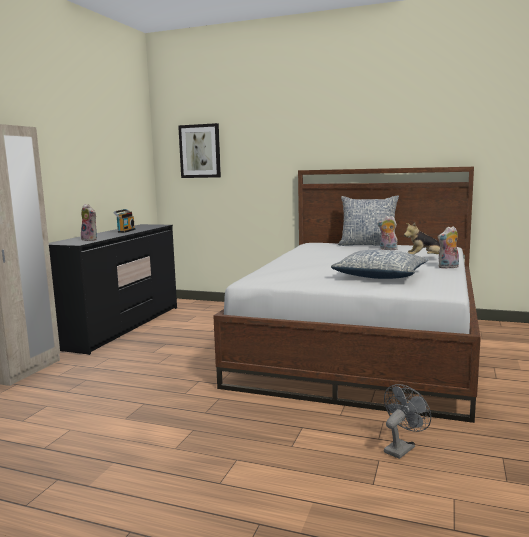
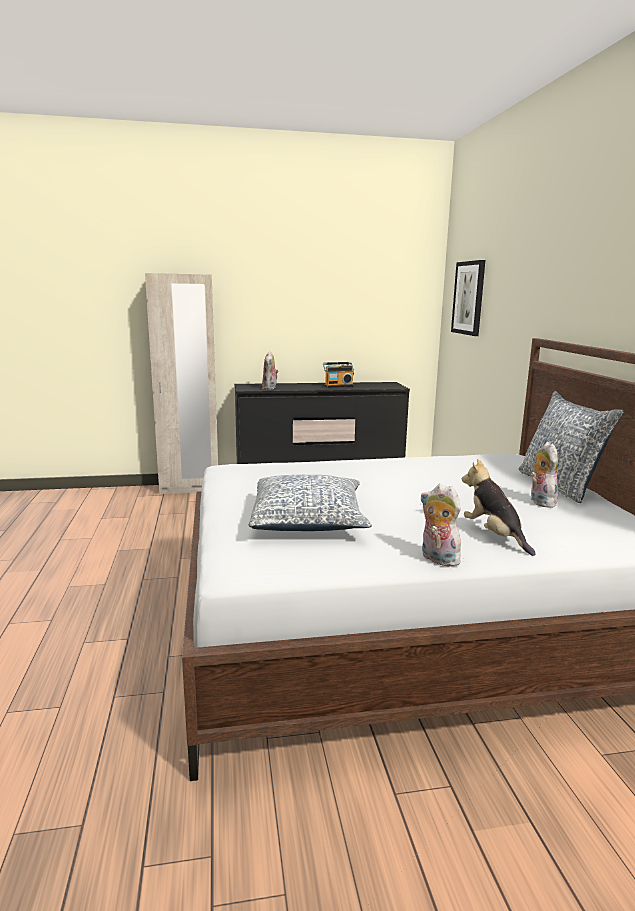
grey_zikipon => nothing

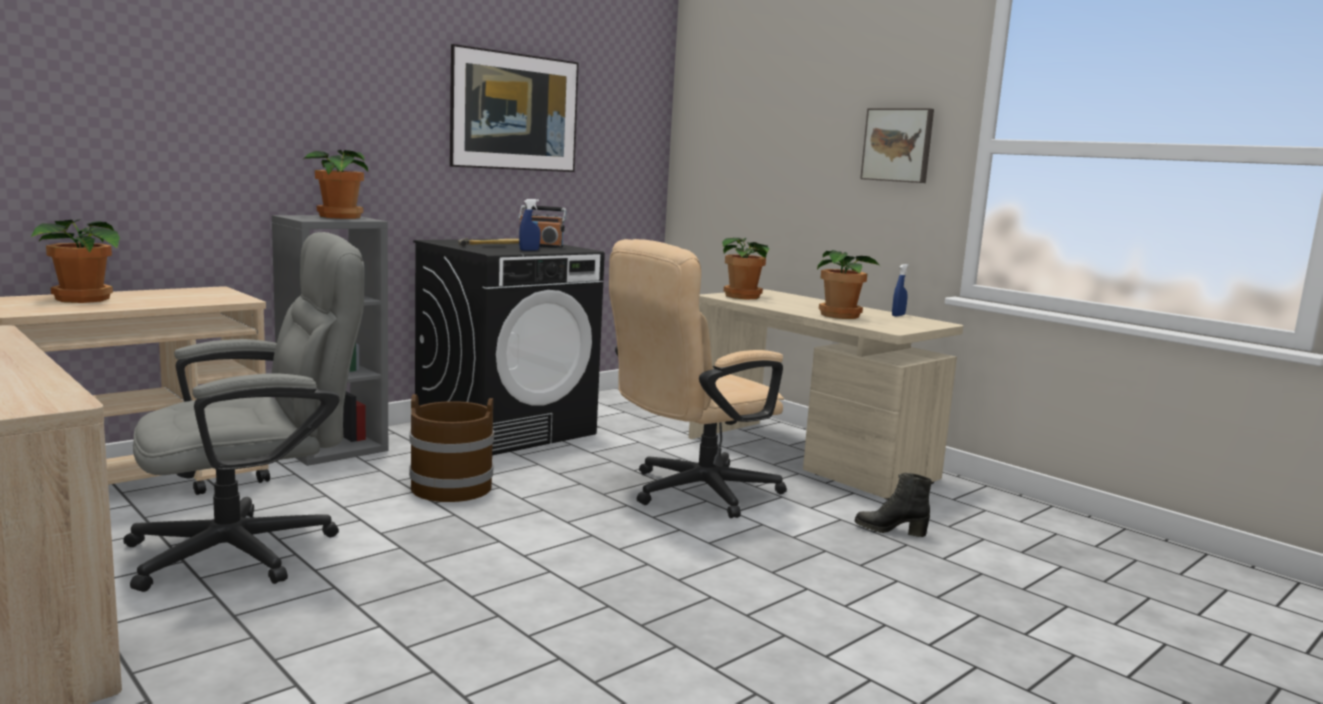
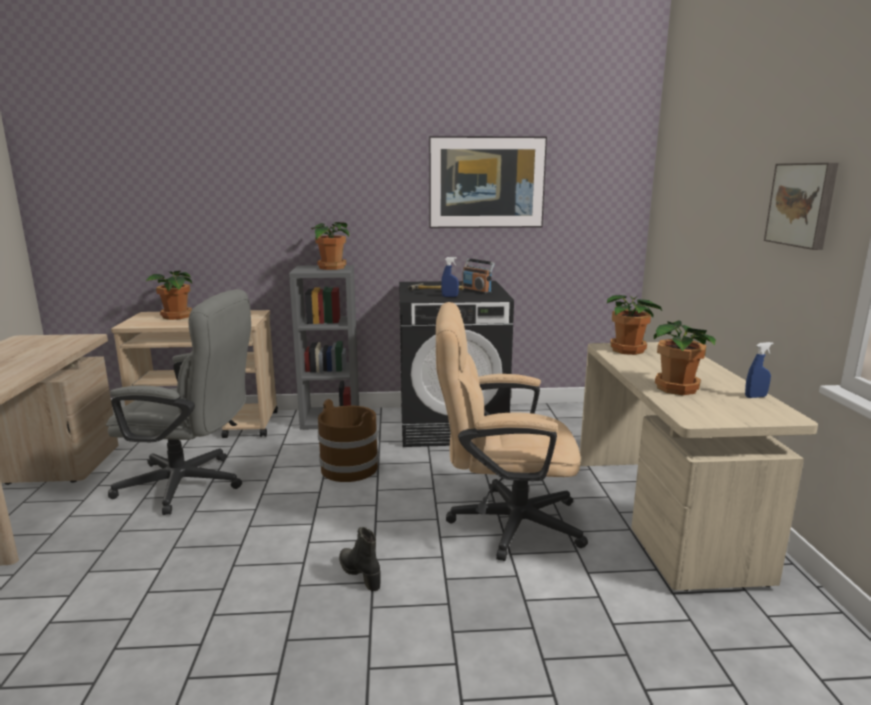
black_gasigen, relocated

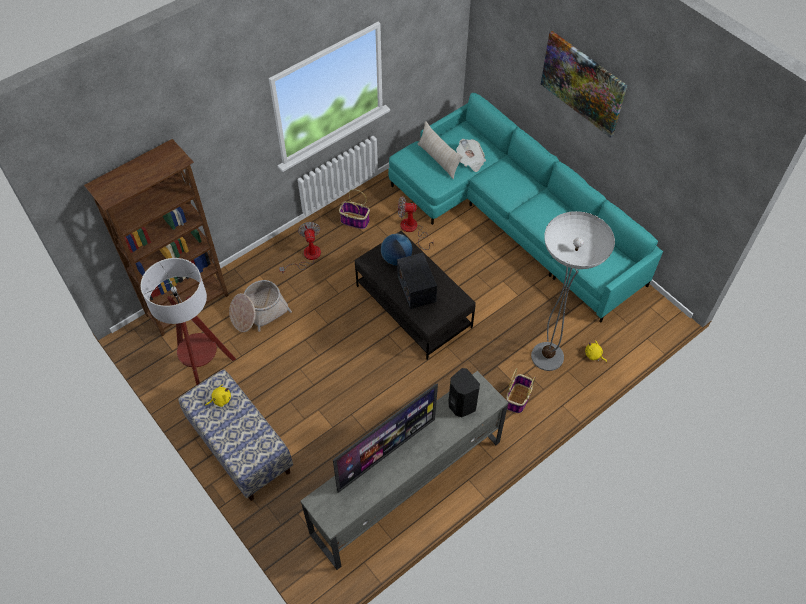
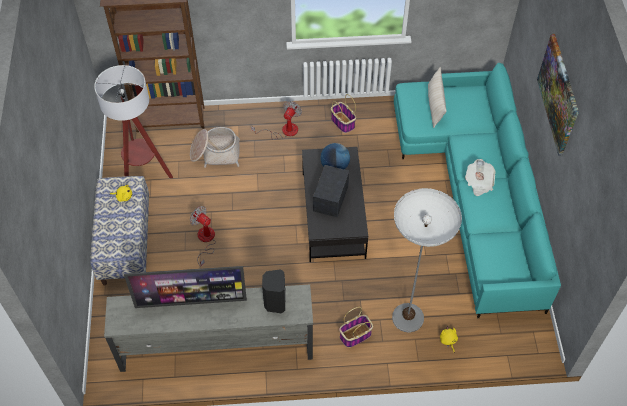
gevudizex, relocated
zikipon (no. 2 from left in the first image) => zikipon (no. 1 from left), relocated

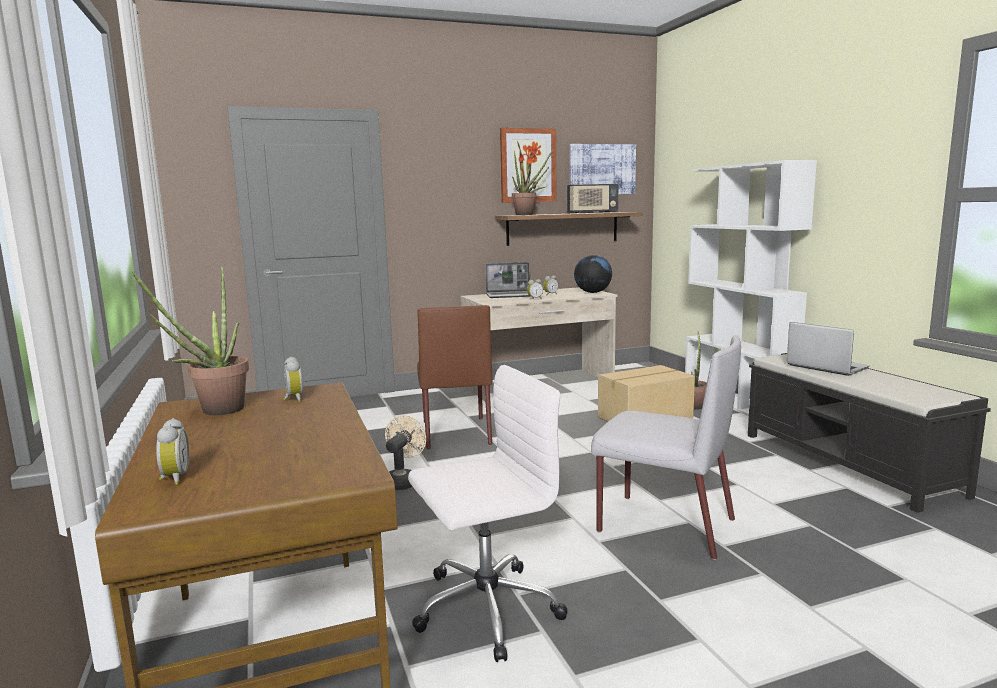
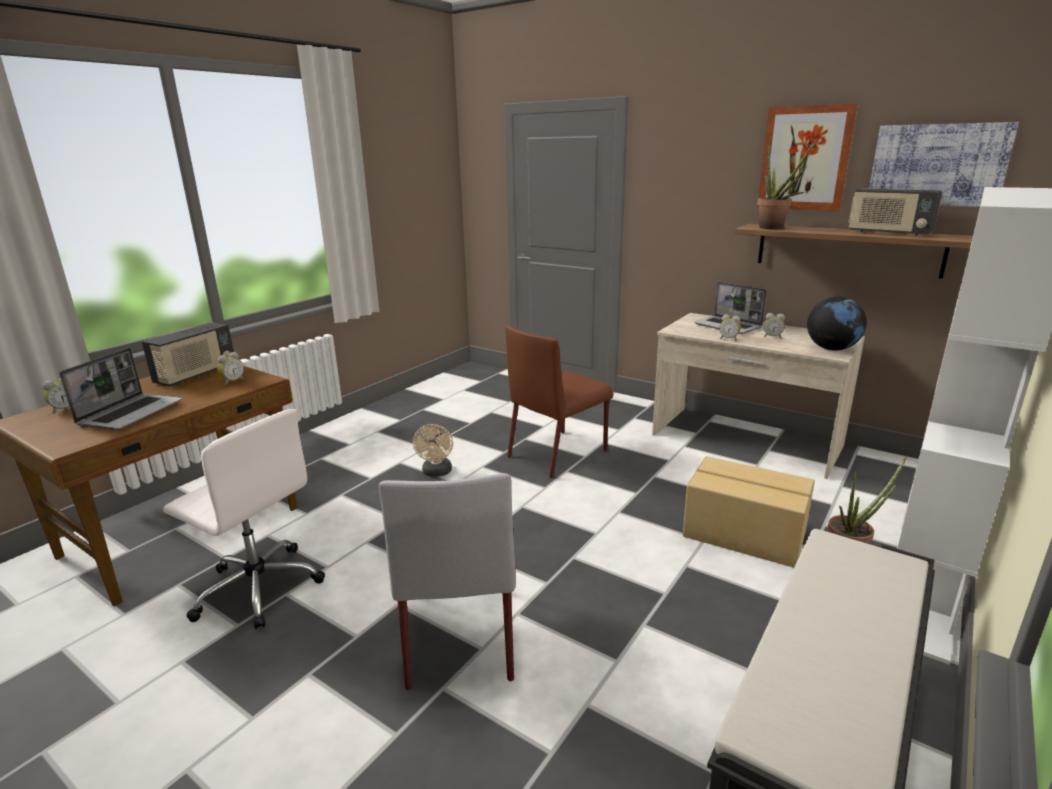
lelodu (no. 1 from left) => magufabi (no. 1 from left)
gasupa (no. 2 from left in the first image) => gasupa (no. 1 from left), relocated
beige_zikipon, 105 degrees clockwise

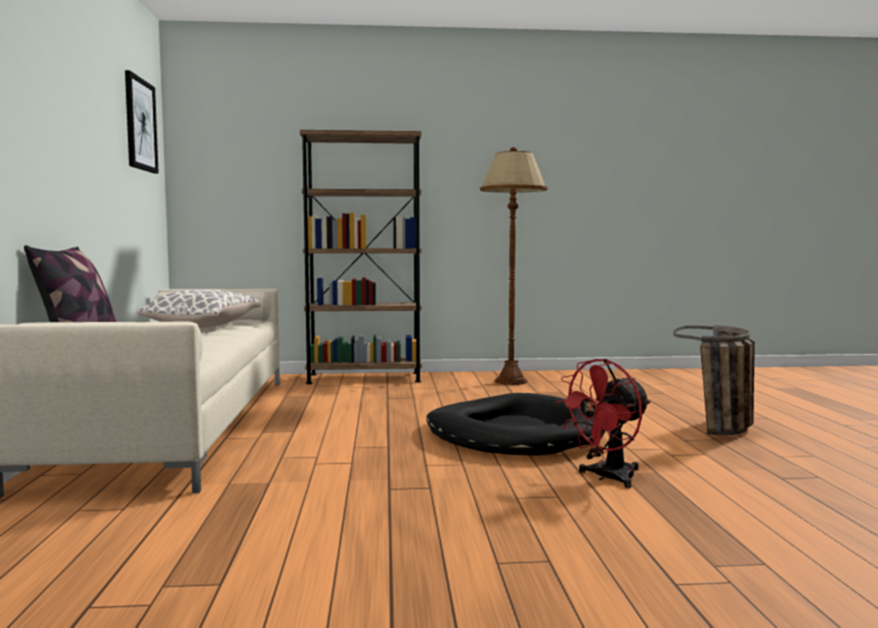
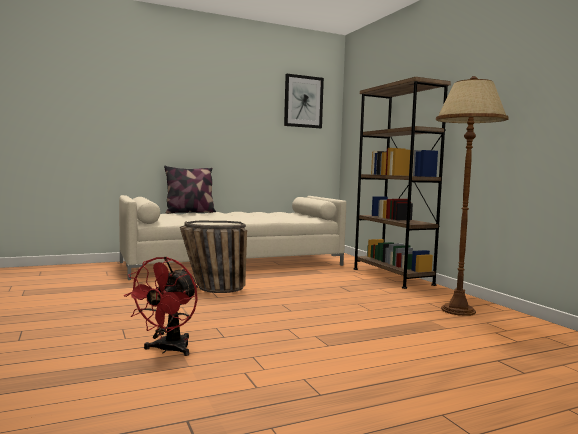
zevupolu (no. 2 from left) => nothing
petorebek, relocated
red_zikipon, 105 degrees counterclockwise
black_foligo => nothing

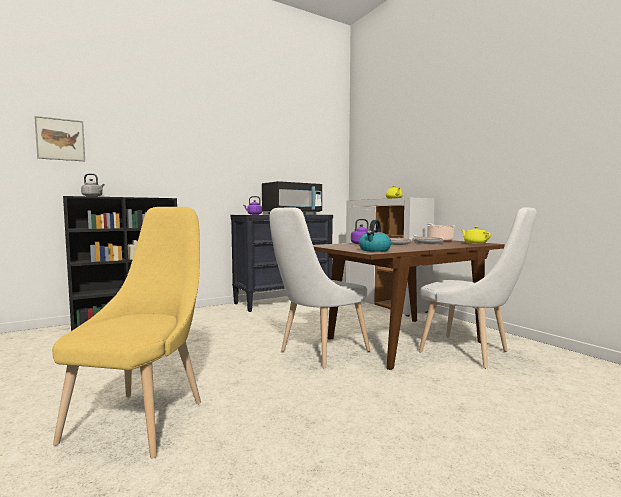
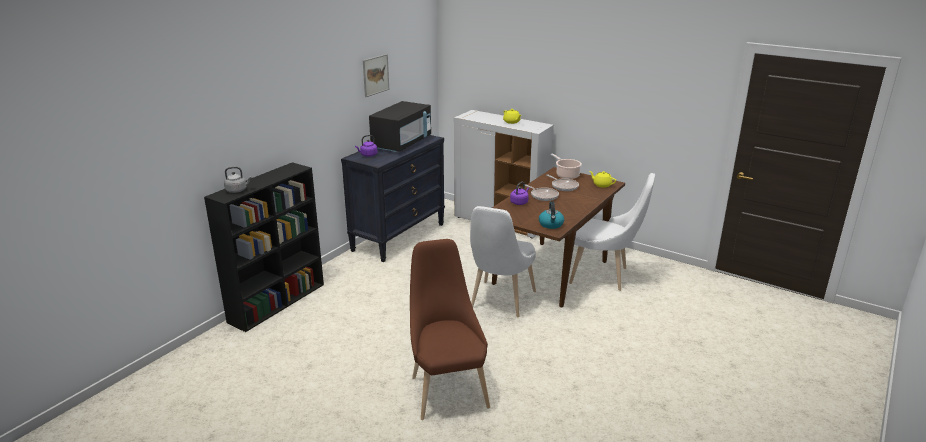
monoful, relocated
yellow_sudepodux => brown_sudepodux

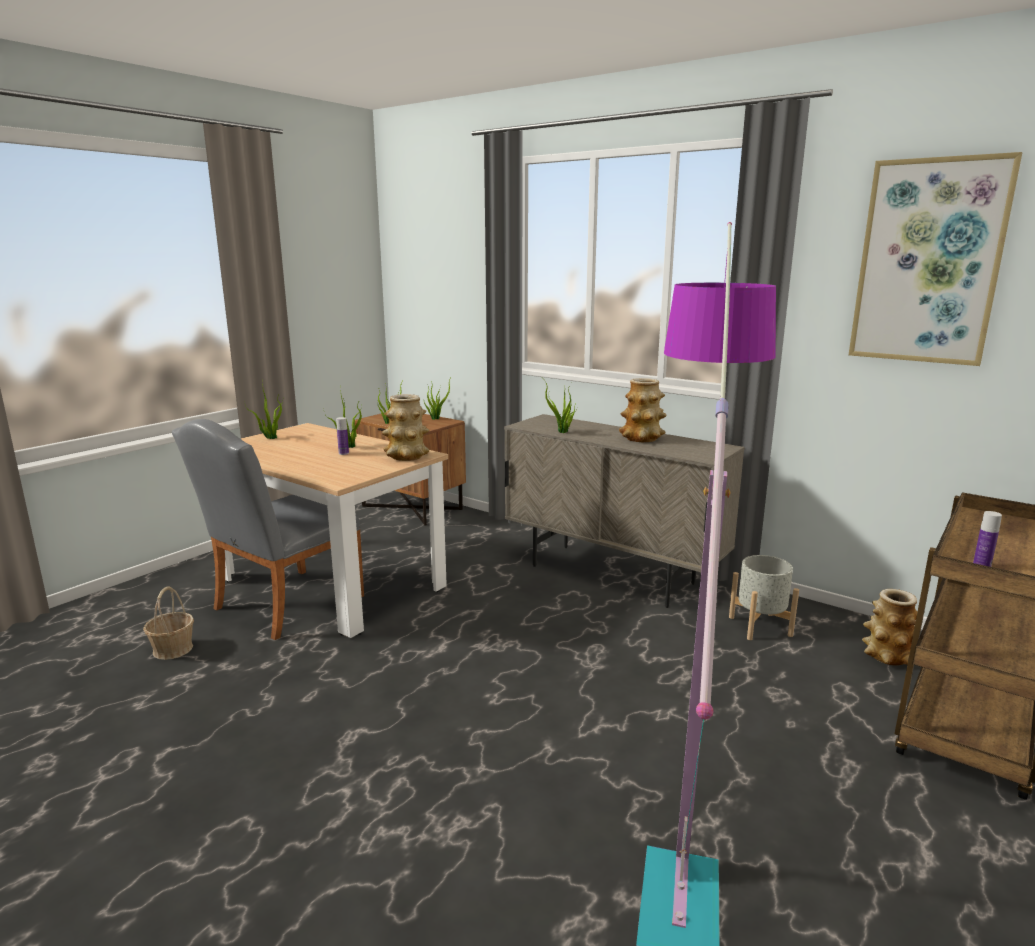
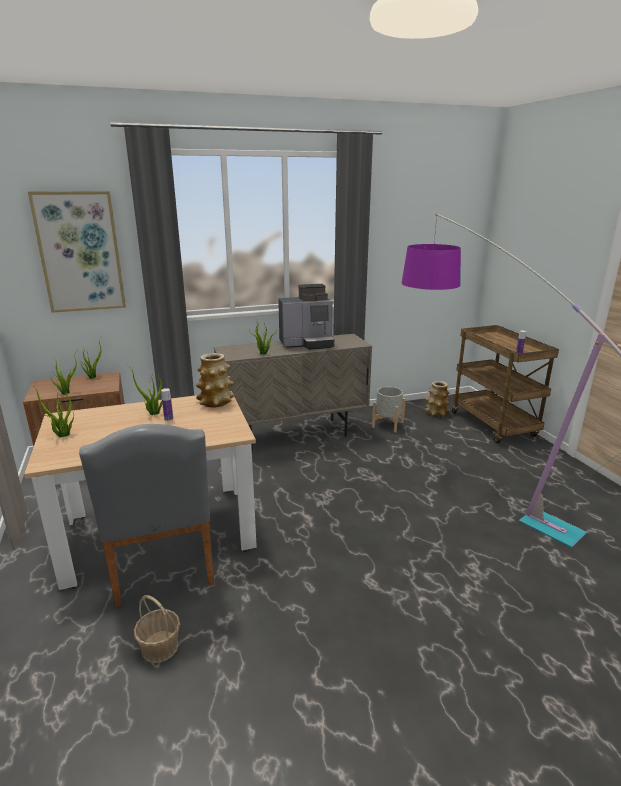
monoful, relocated
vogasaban (no. 2 from left) => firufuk

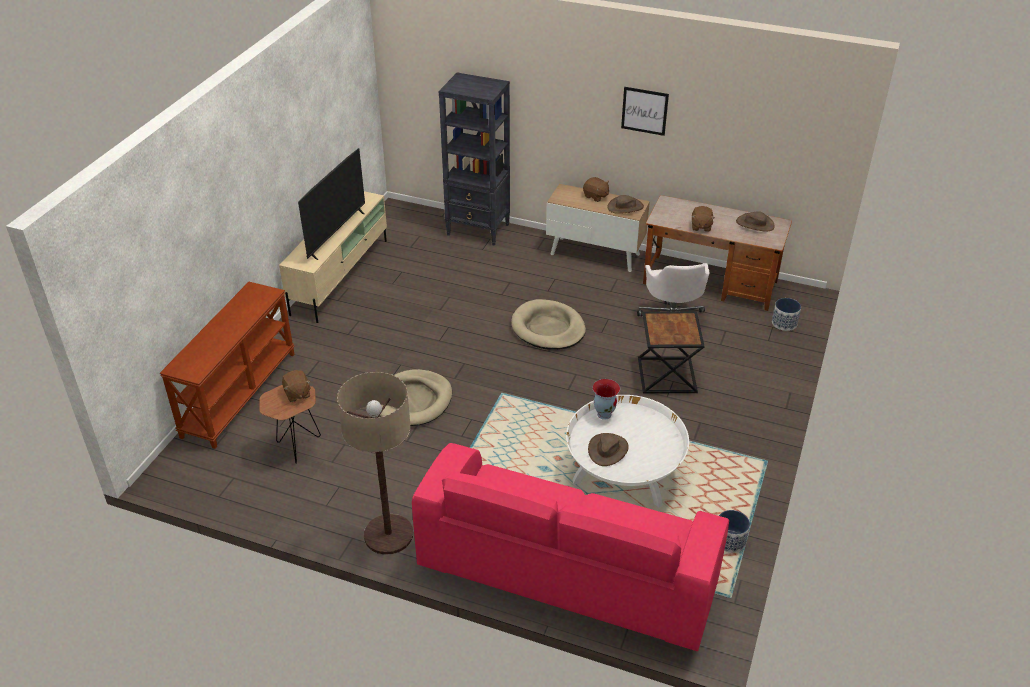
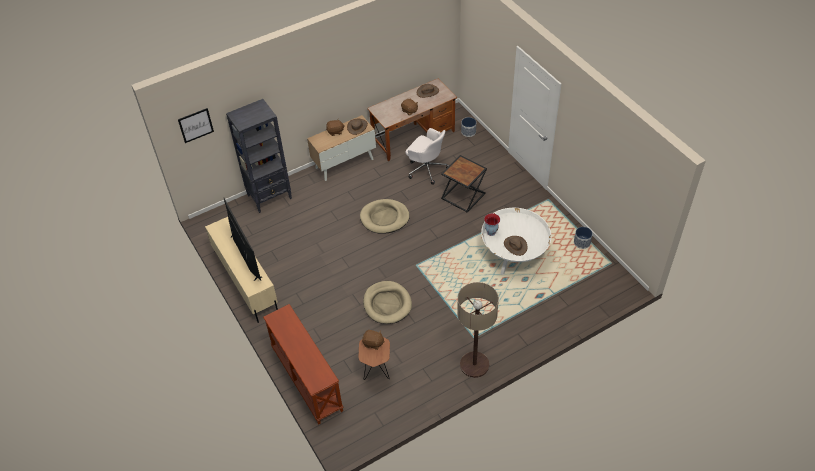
monoful, relocated
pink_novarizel => nothing

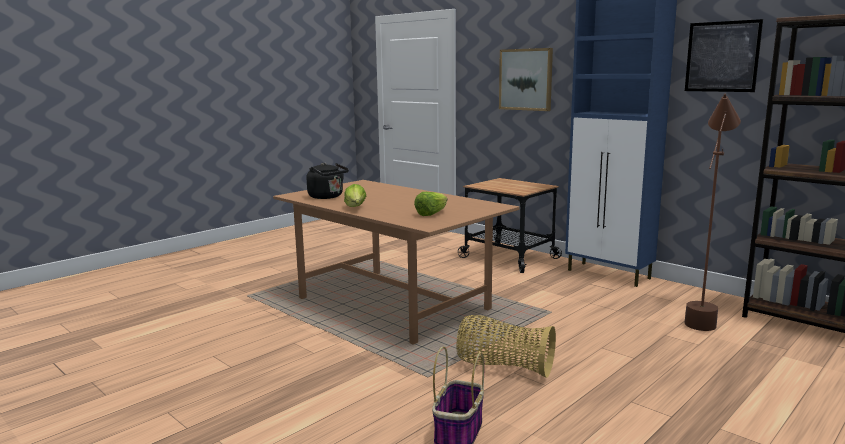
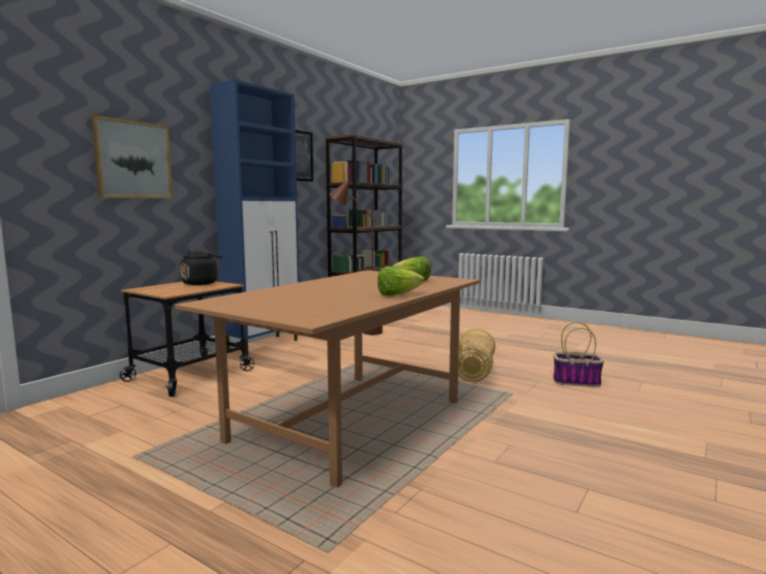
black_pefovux, relocated

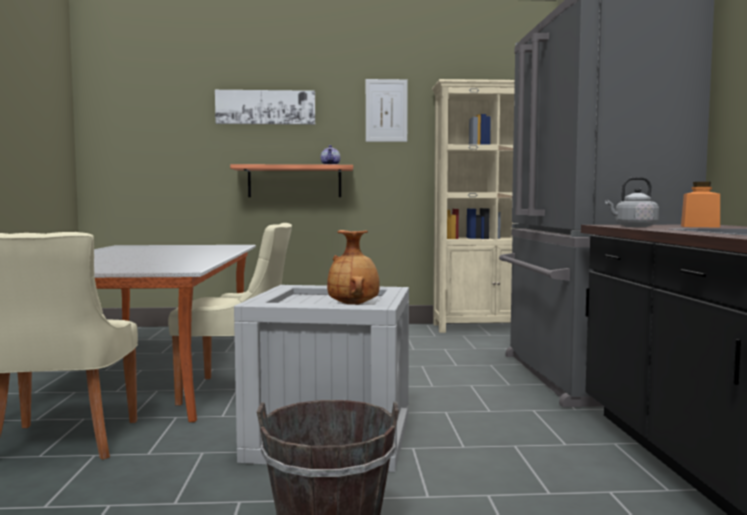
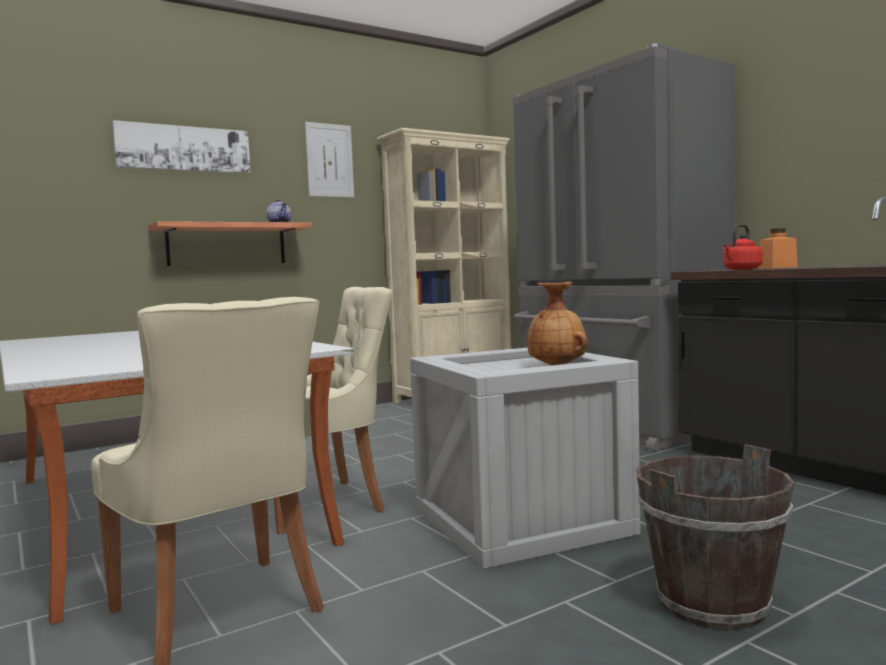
grey_pefovux => red_pefovux

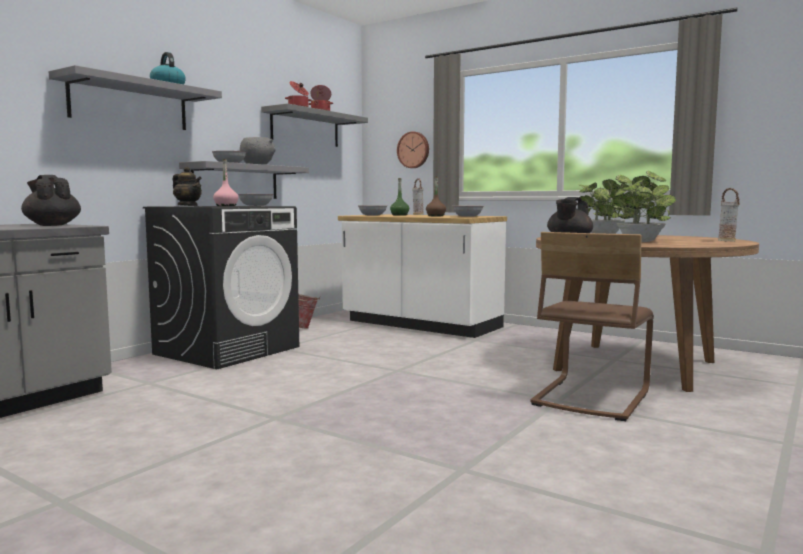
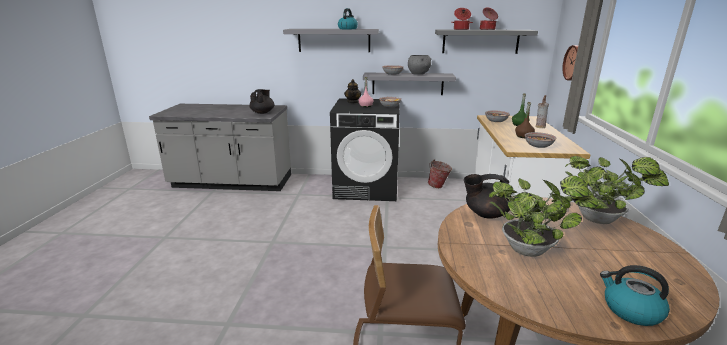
vogasaban (no. 2 from left) => pefovux (no. 2 from left)

